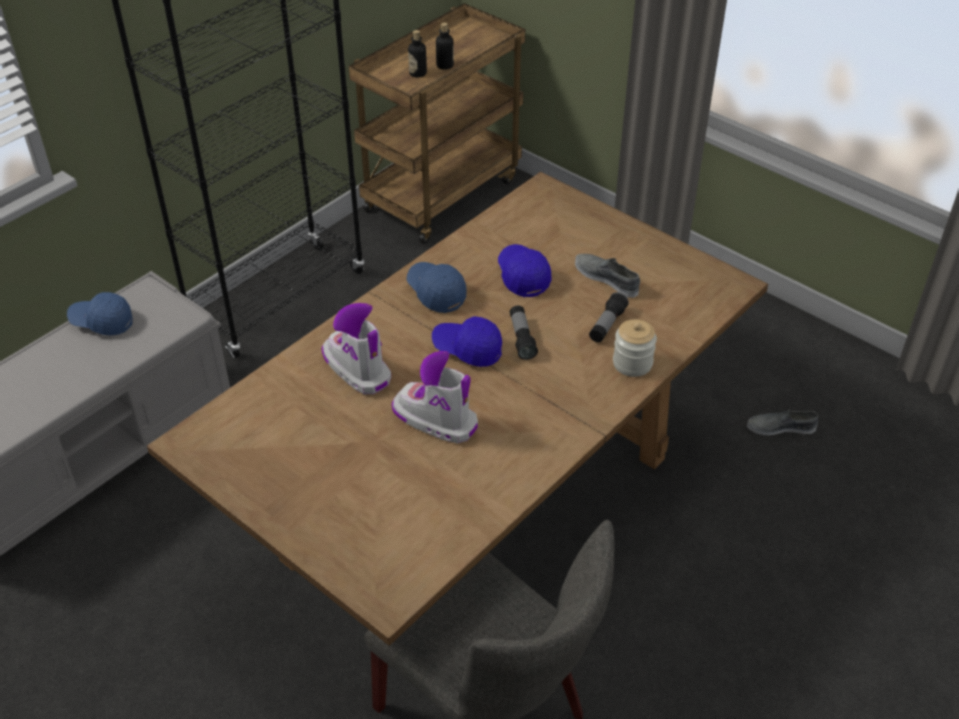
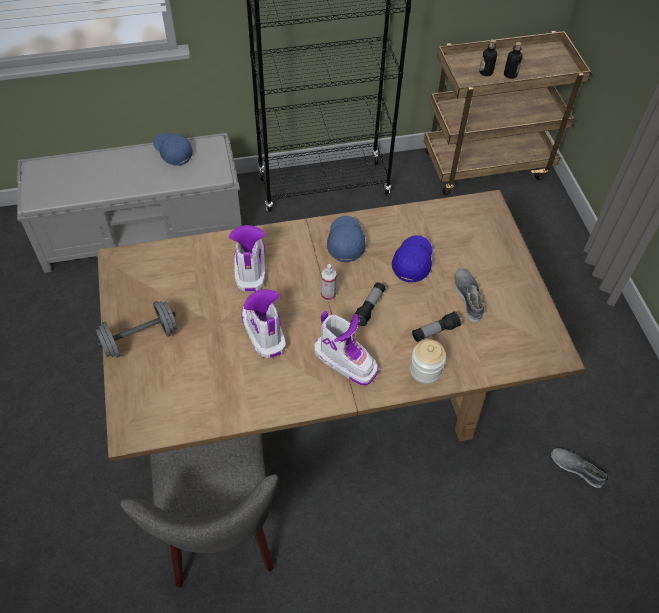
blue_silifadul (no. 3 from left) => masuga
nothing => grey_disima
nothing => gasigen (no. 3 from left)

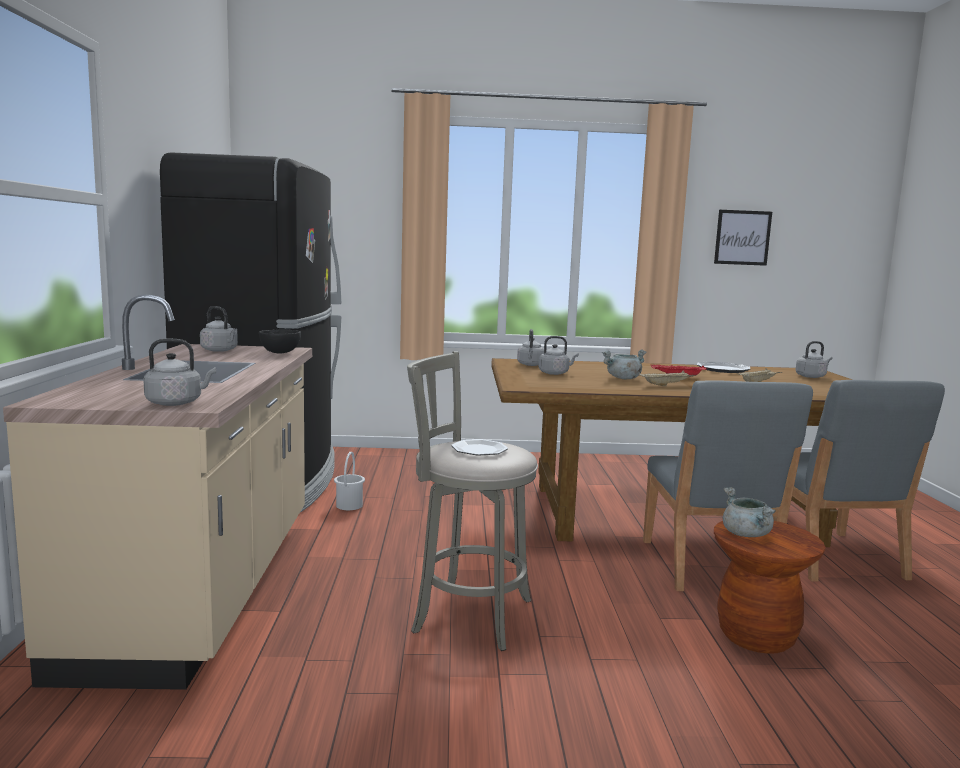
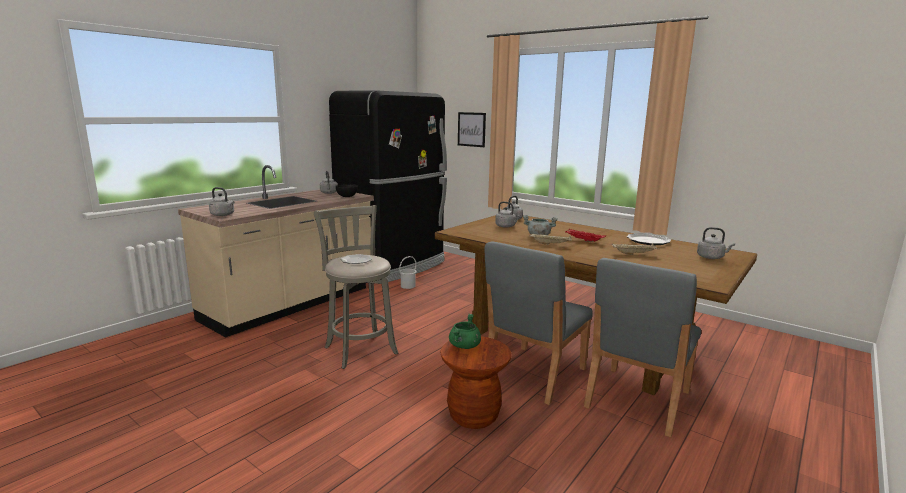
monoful, relocated
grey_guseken (no. 2 from left) => green_guseken

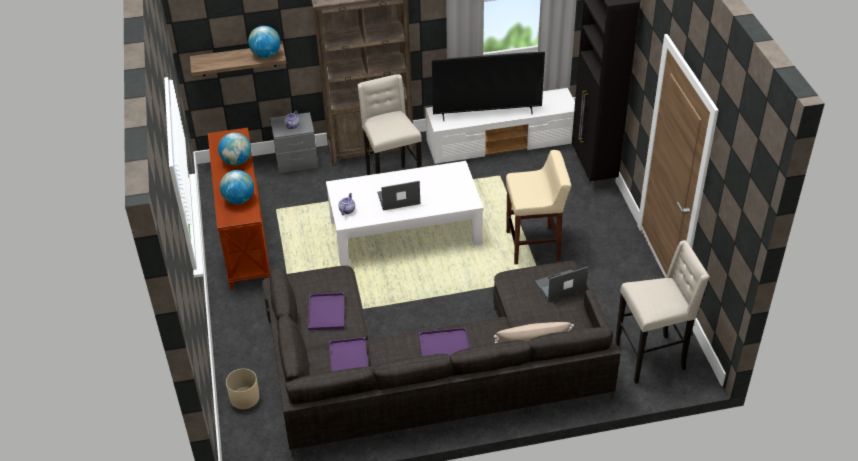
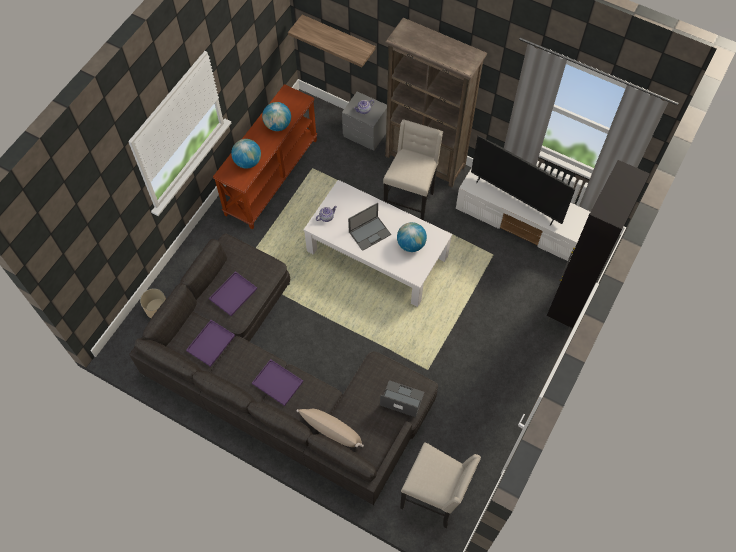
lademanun (no. 3 from left), relocated
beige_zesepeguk (no. 2 from left) => nothing
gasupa (no. 1 from left), 120 degrees clockwise

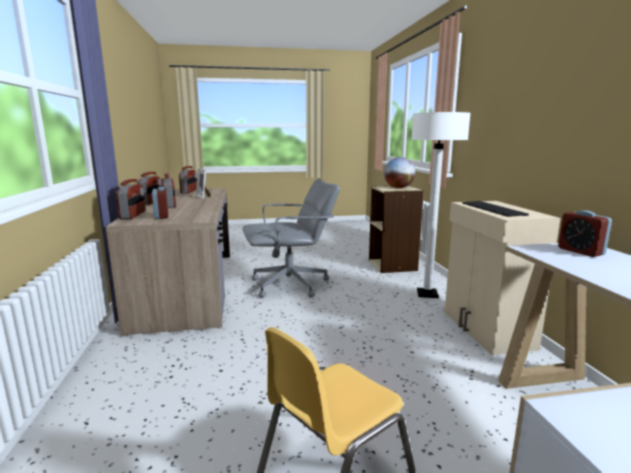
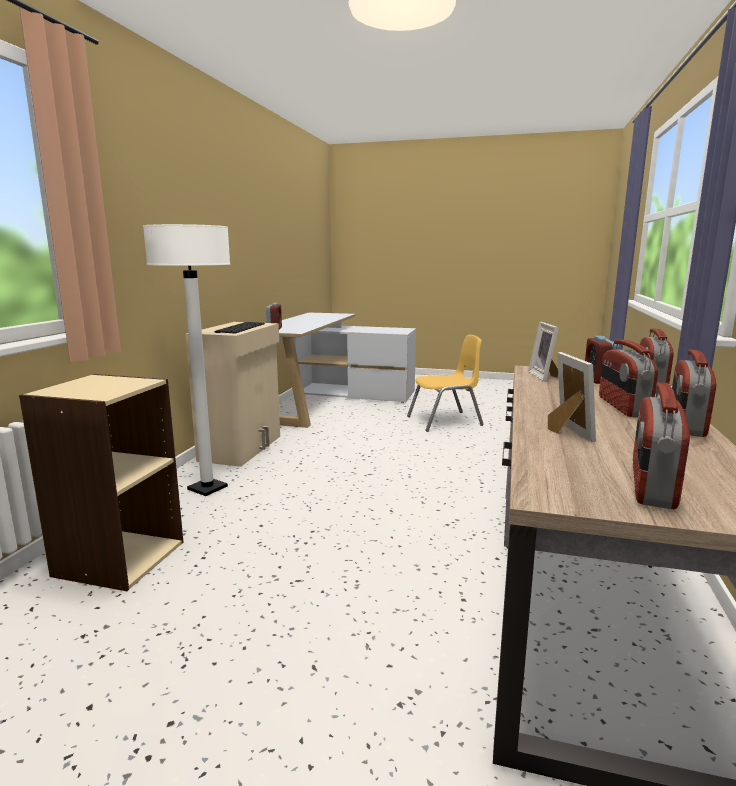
lademanun => nothing
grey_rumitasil => nothing
nothing => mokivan (no. 1 from left)

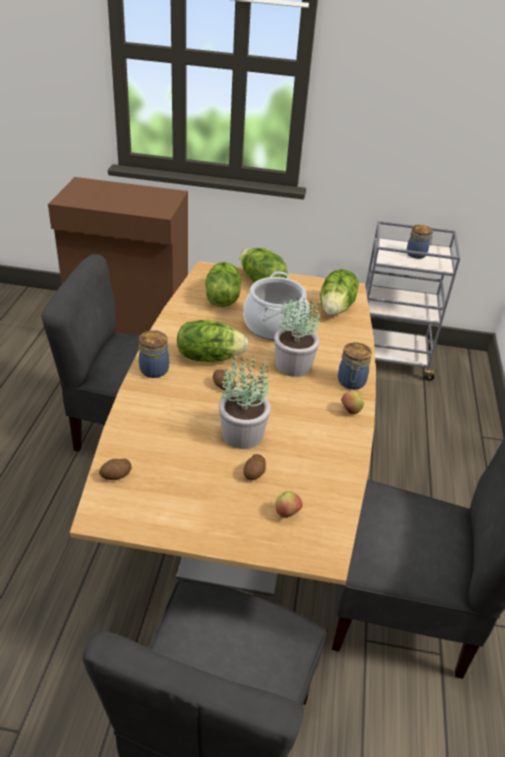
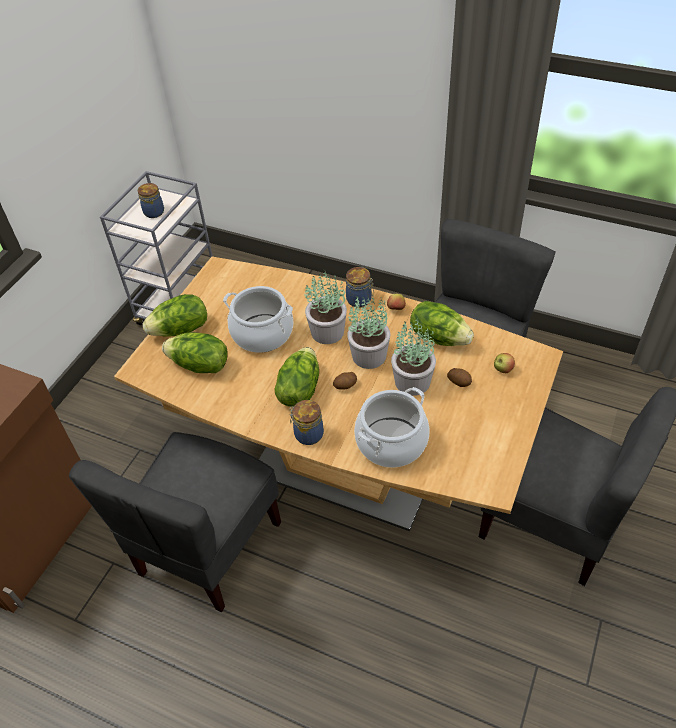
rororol (no. 4 from left), relocated
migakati (no. 1 from left) => nothing
nothing => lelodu (no. 2 from left)
nothing => guseken (no. 2 from left)

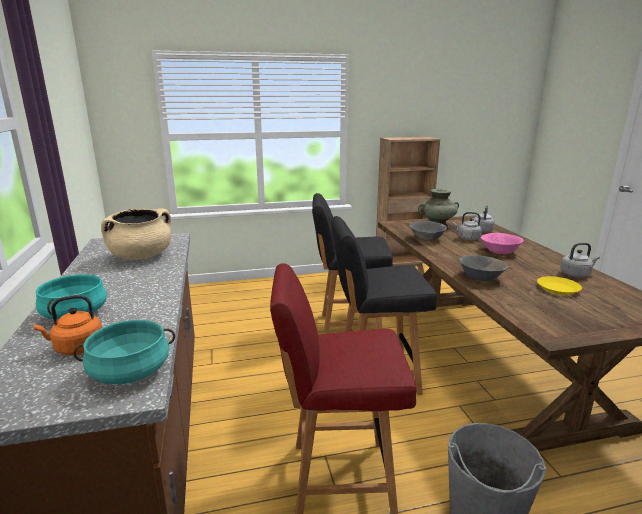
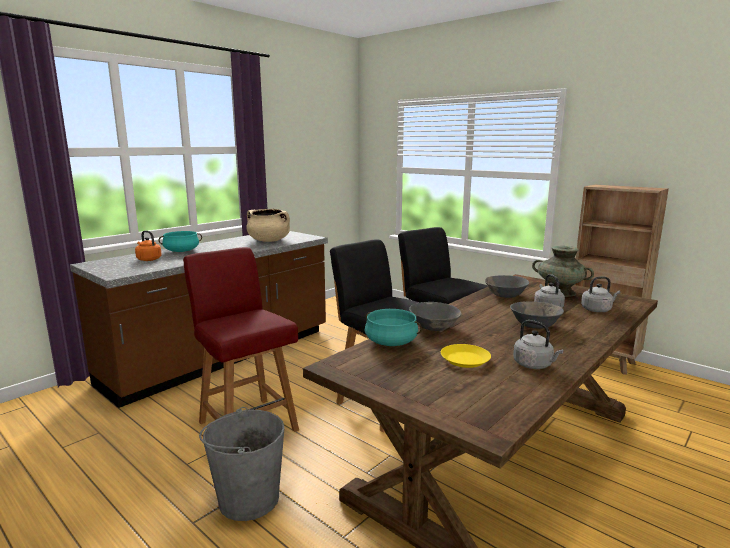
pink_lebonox => grey_lebonox (no. 3 from left)
turquoise_guseken (no. 2 from left), relocated

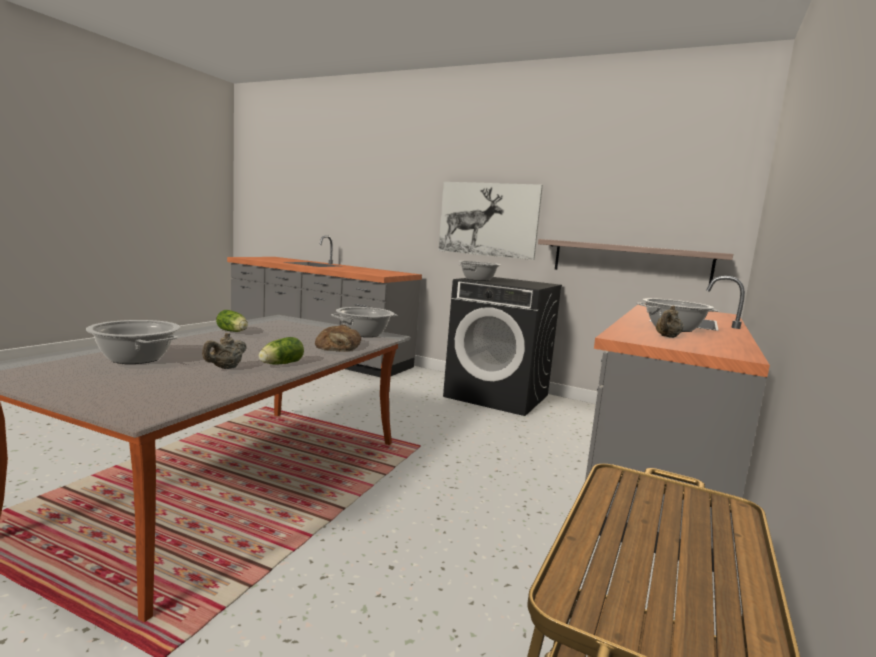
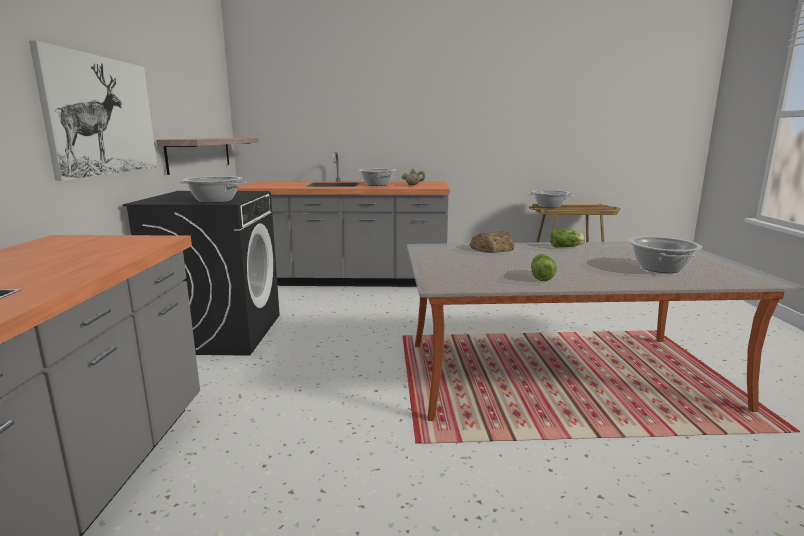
guseken (no. 2 from left in the first image) => guseken (no. 3 from left), relocated
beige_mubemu (no. 1 from left) => nothing

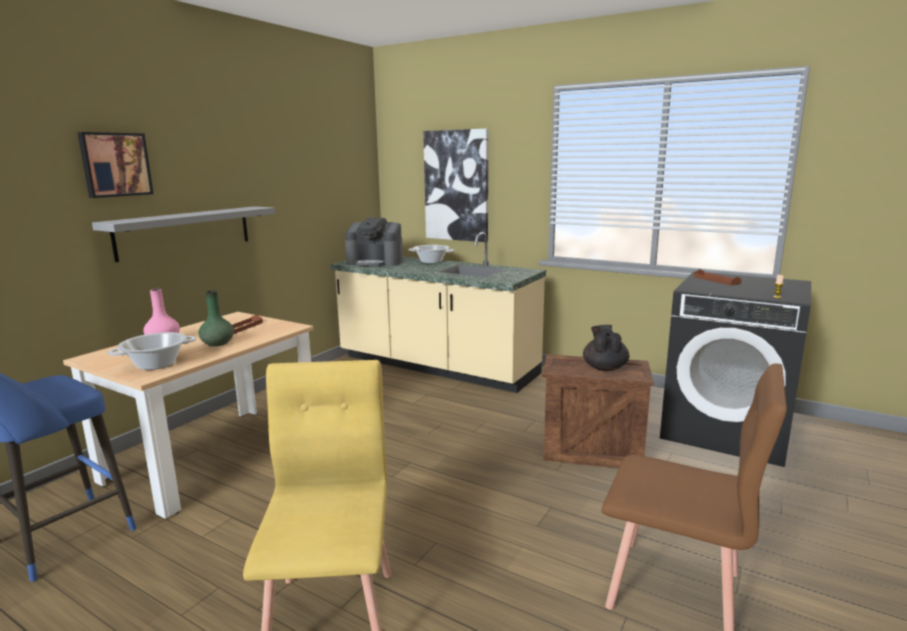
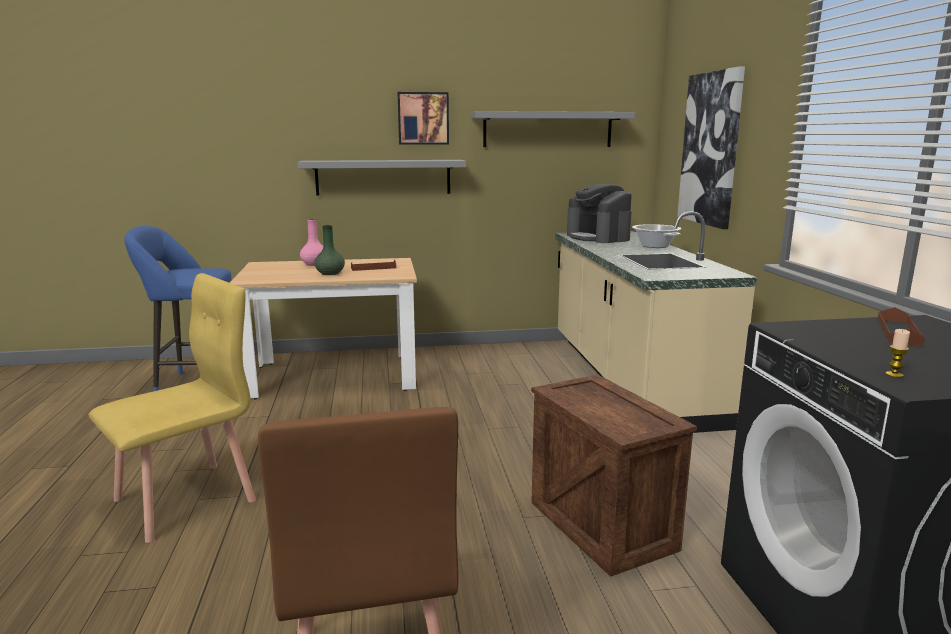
monoful (no. 1 from left), relocated
black_mubemu => nothing
guseken (no. 1 from left) => nothing
nothing => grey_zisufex (no. 2 from left)

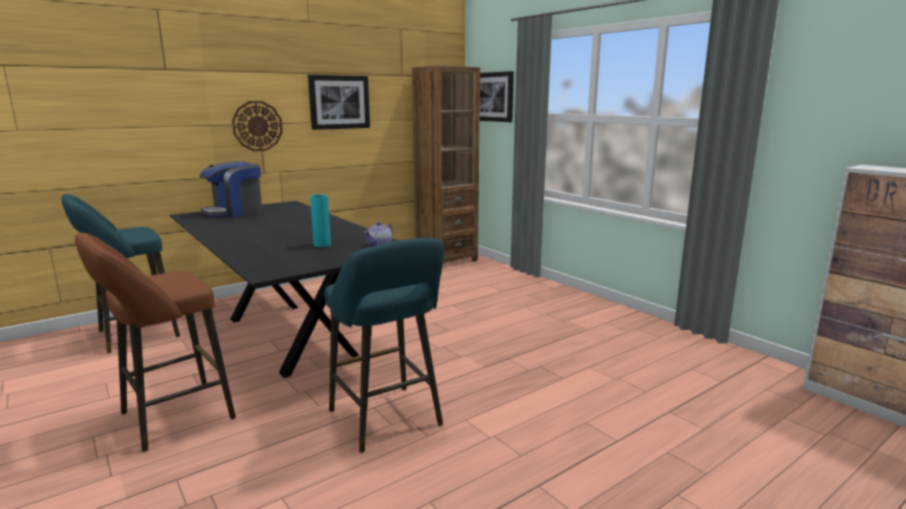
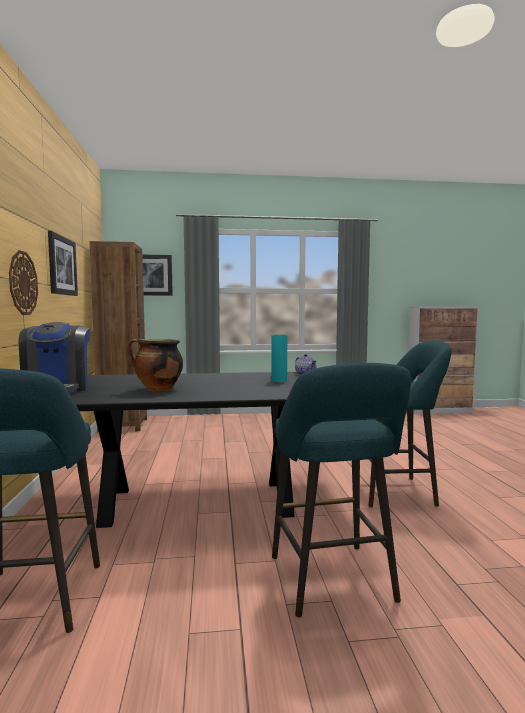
brown_zesepeguk => turquoise_zesepeguk (no. 2 from left)
nothing => guseken

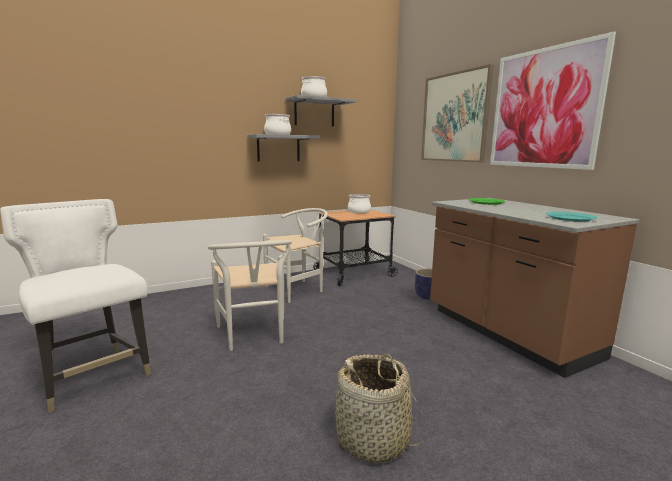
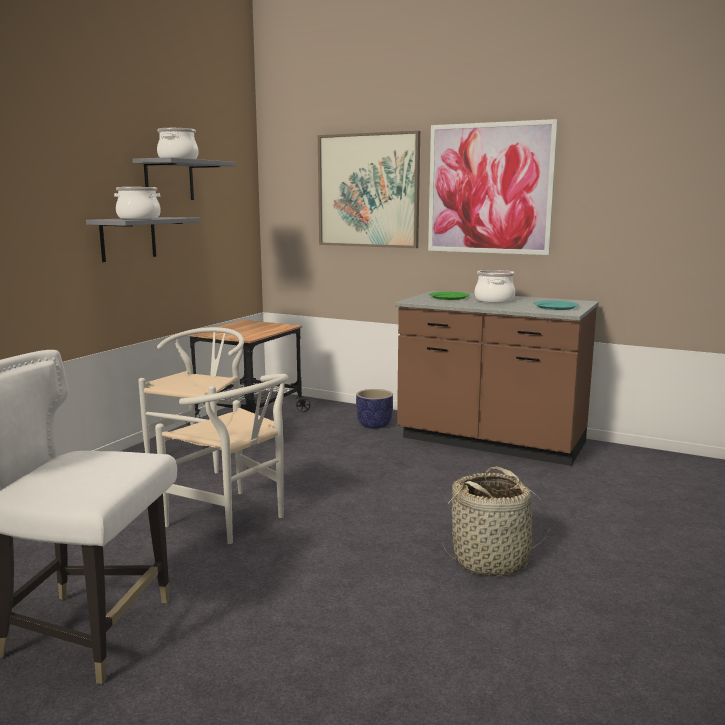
guseken (no. 3 from left), relocated

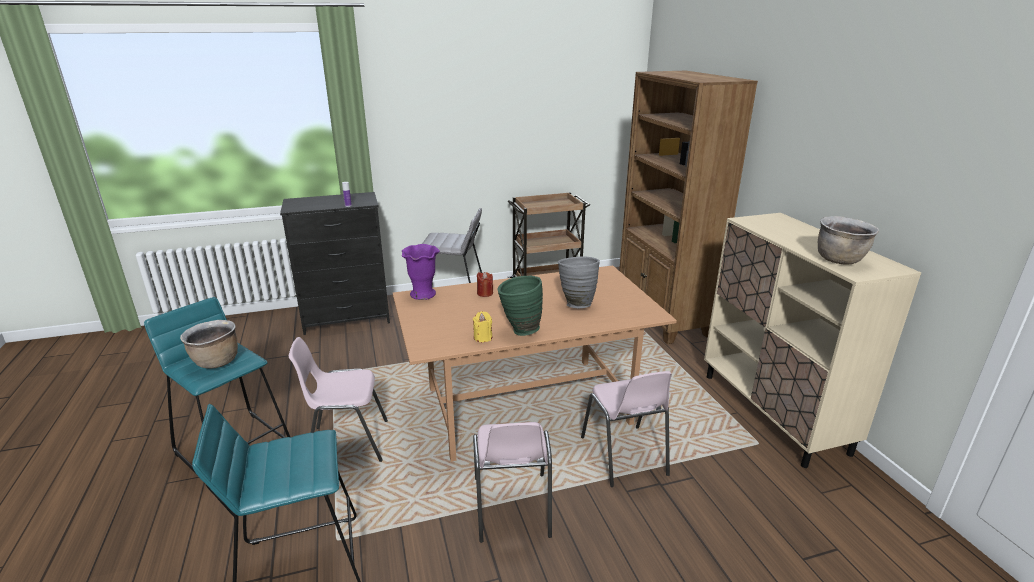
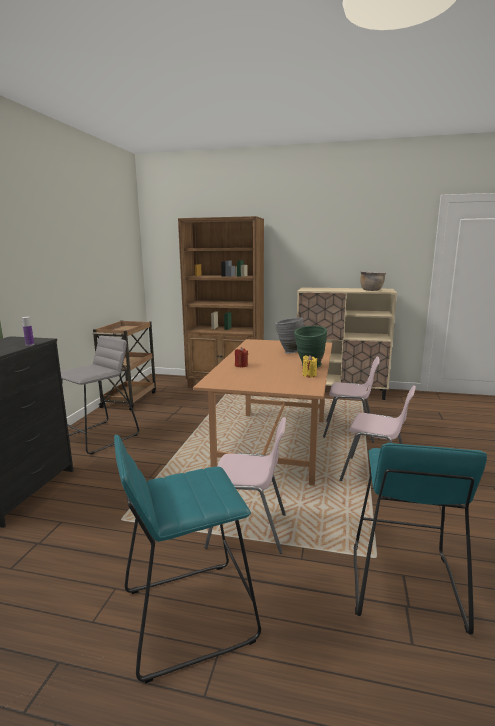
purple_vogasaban => nothing
brown_guseken (no. 1 from left) => nothing
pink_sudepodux (no. 1 from left), 105 degrees counterclockwise

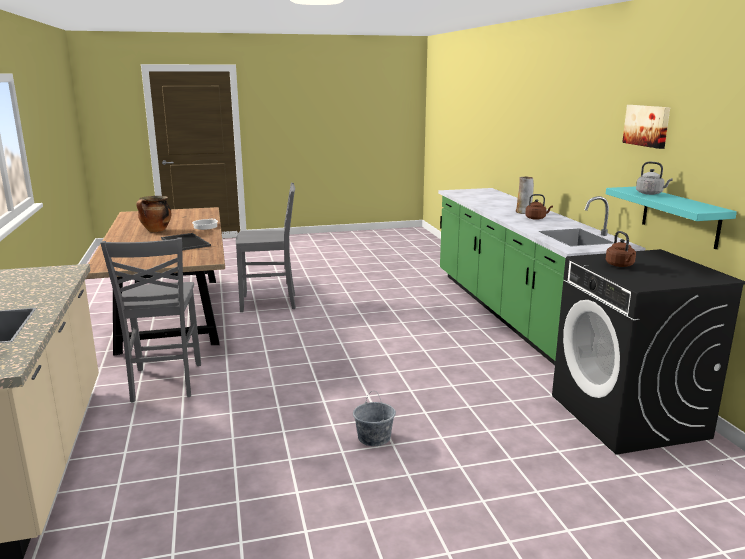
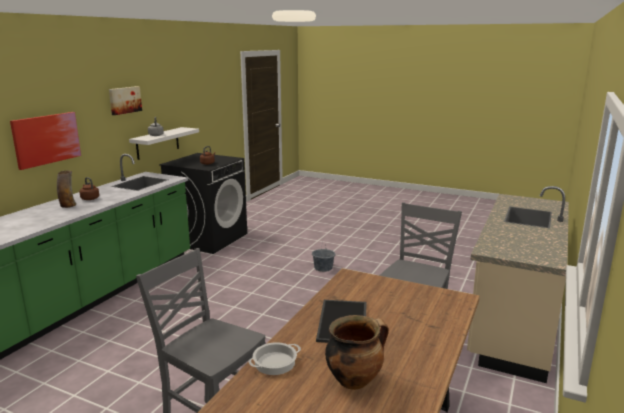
turquoise_zisufex => white_zisufex
nothing => monoful (no. 1 from left)

